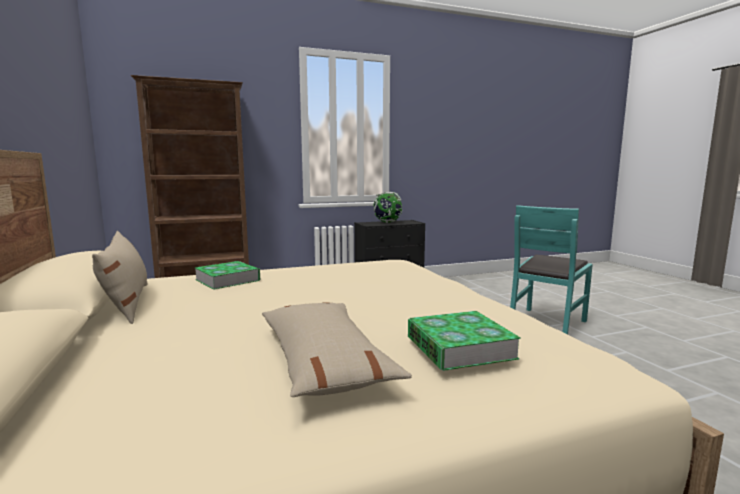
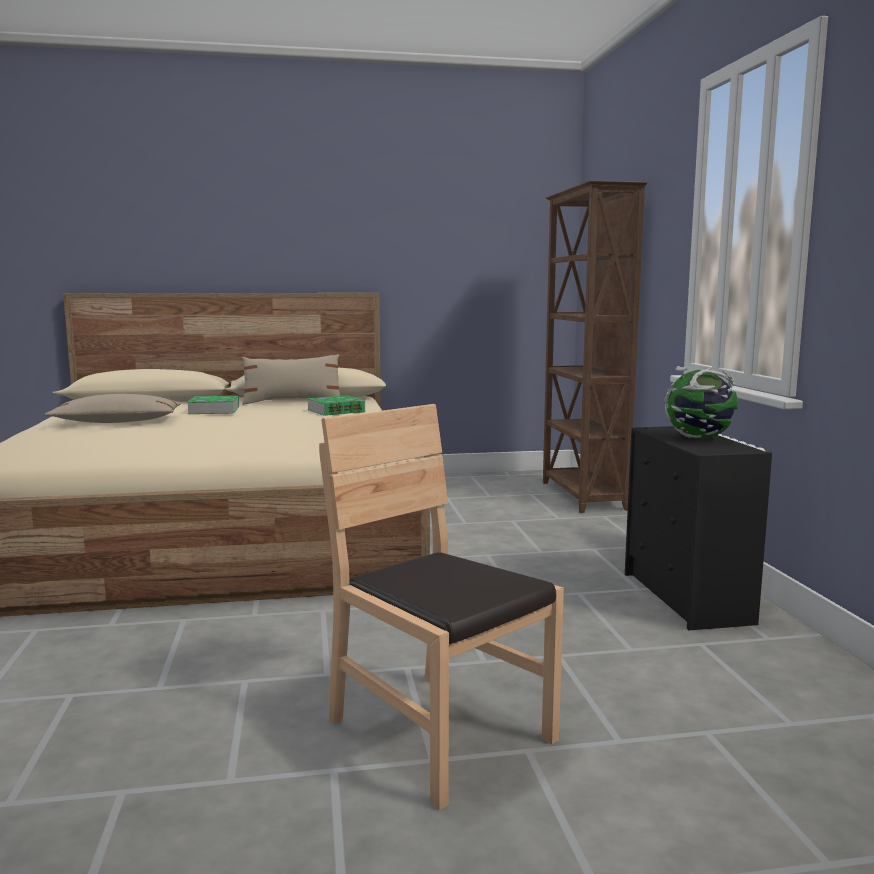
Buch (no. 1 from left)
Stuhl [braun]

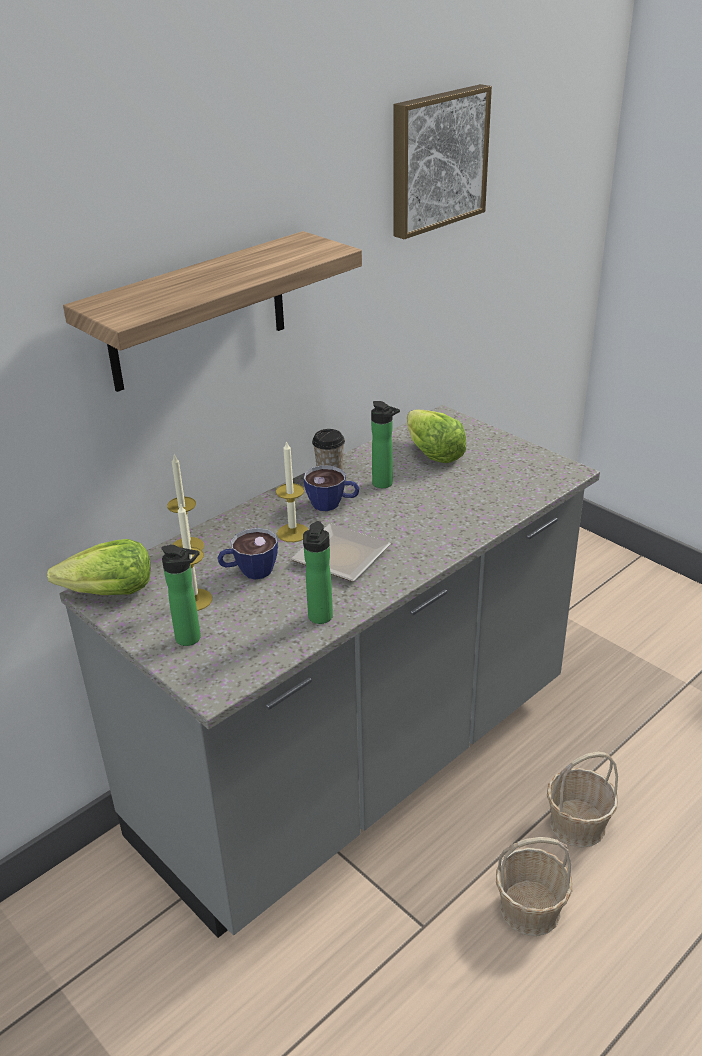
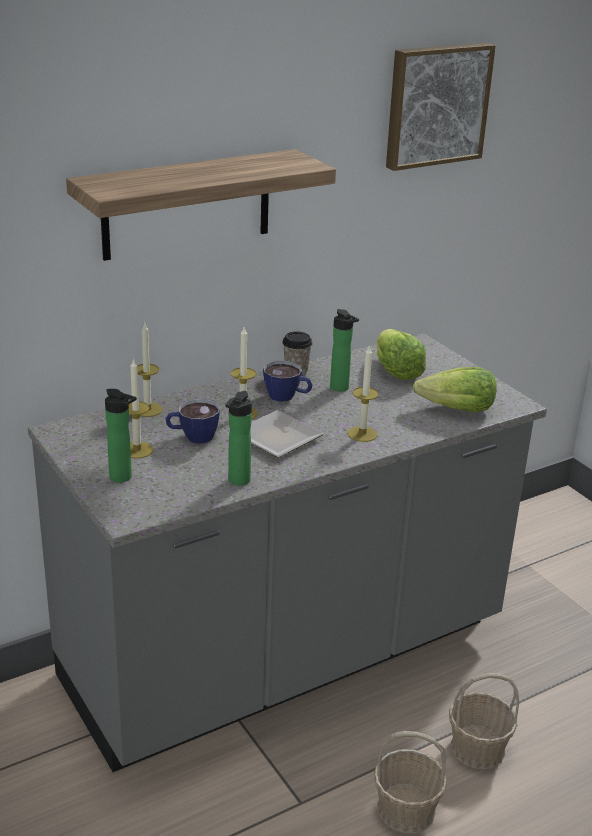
Kerze (no. 4 from left)
Salatkopf (no. 2 from left)

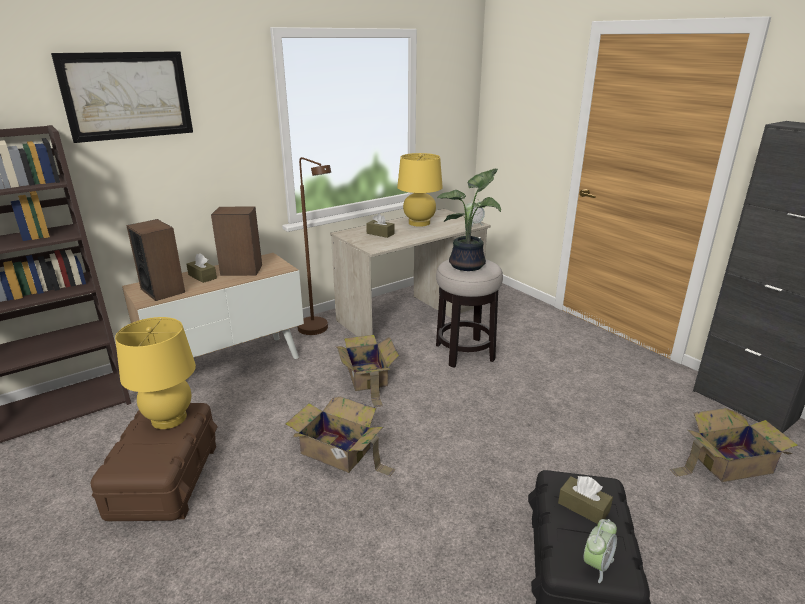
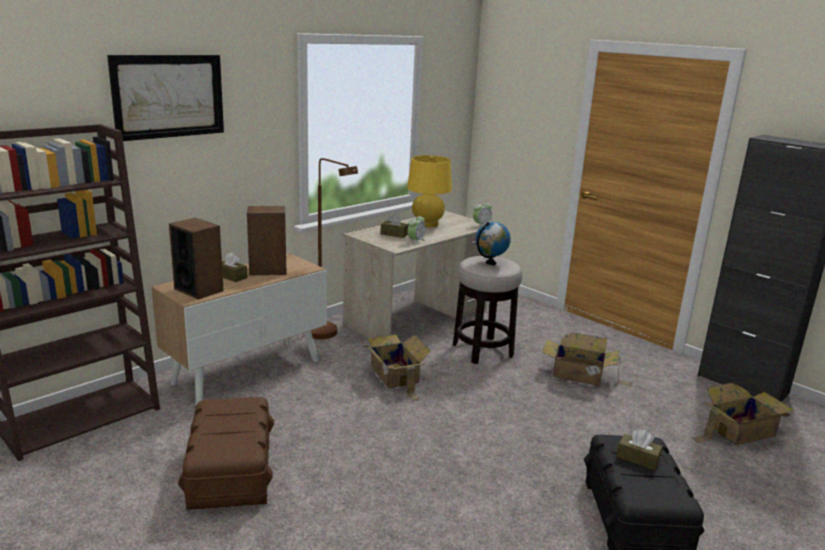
Tischlampe [gelb] (no. 1 from left in the first image)
Karton (no. 2 from left)
Wecker (no. 1 from left)
Globus

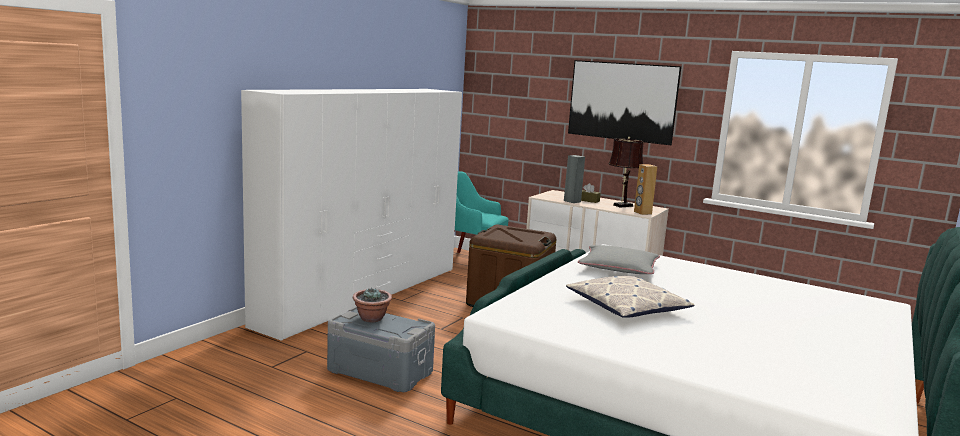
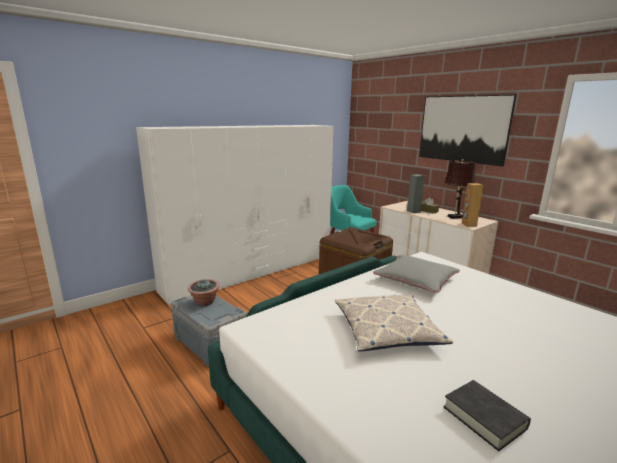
Buch [schwarz]

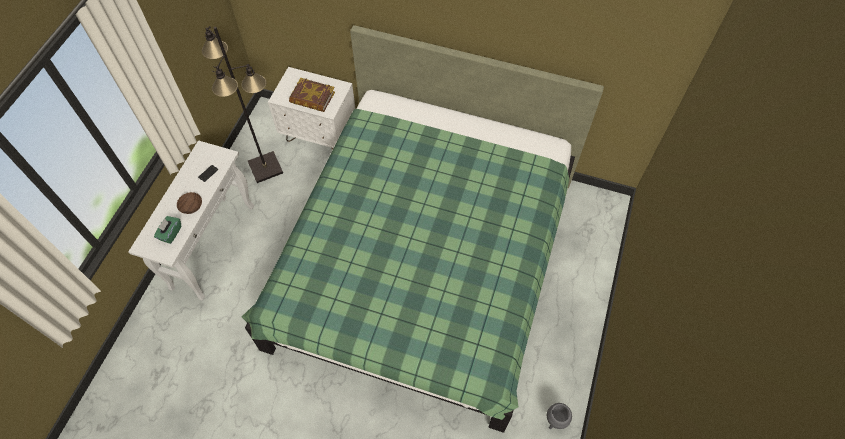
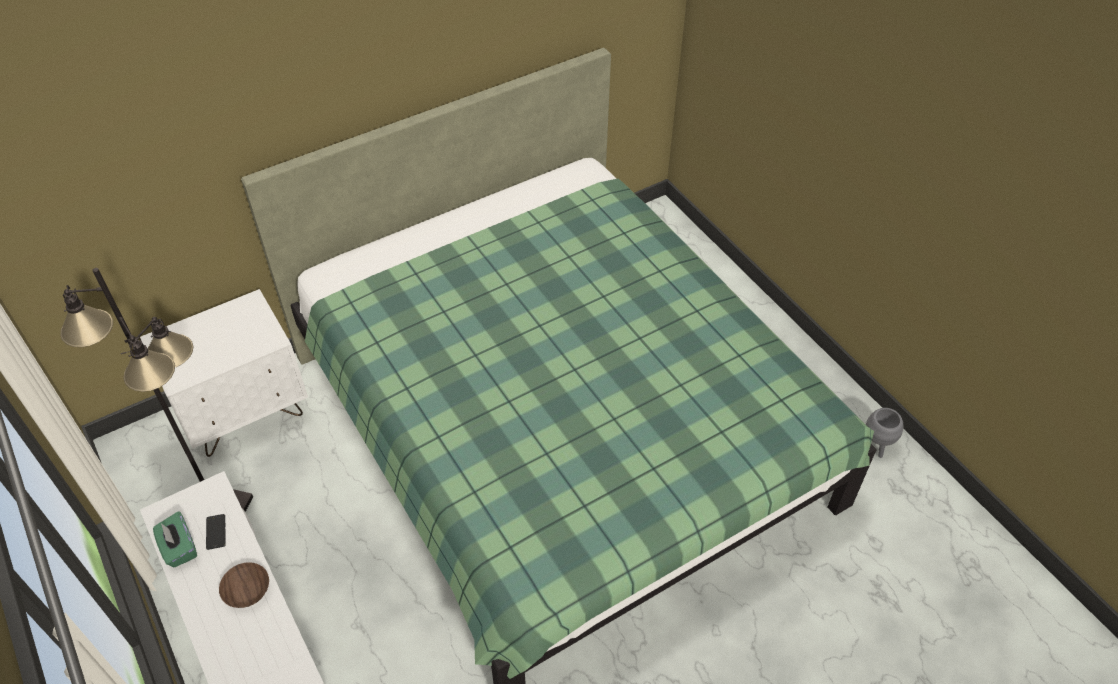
Buch
Taschentuchbox [grün]

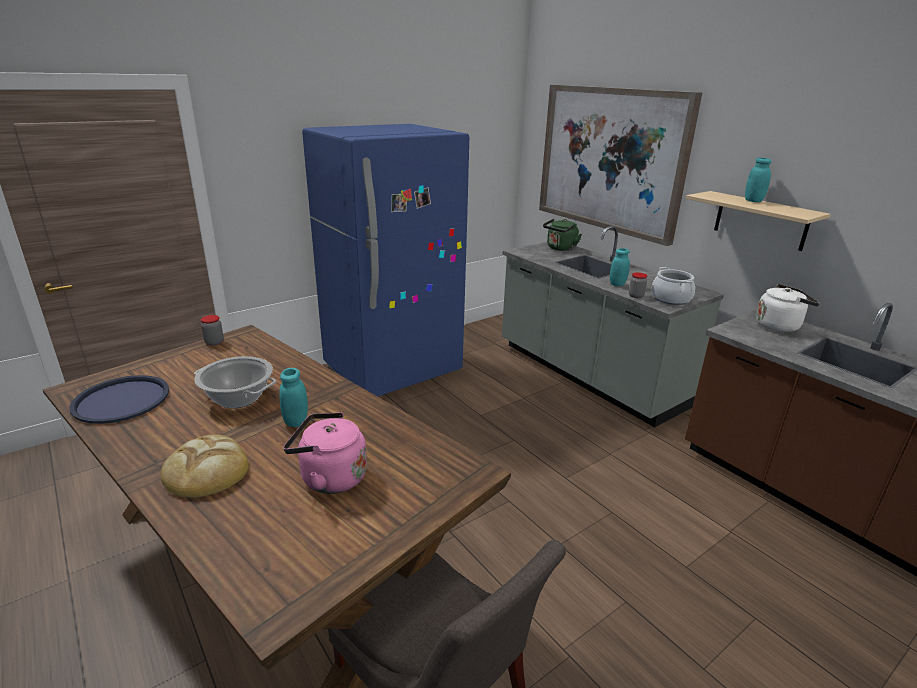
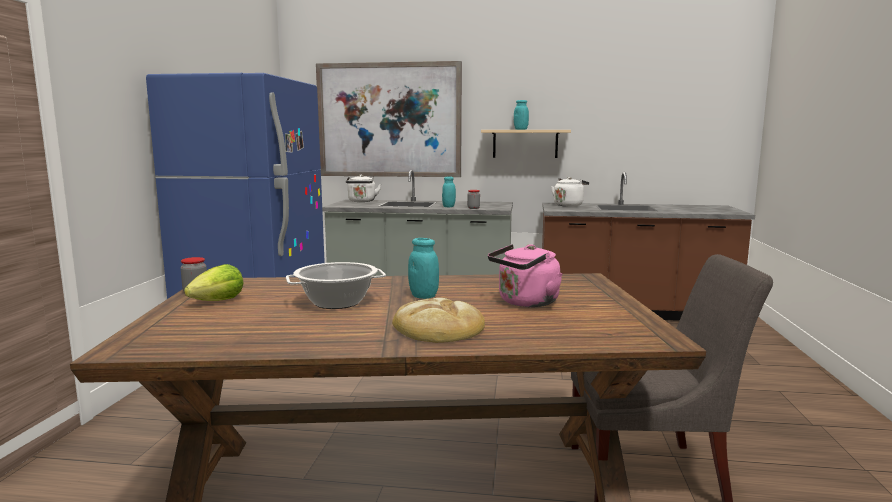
Tablett [blau]
Kochtopf (no. 2 from left in the first image)
Salatkopf
Wasserkessel [weiß] (no. 1 from left)

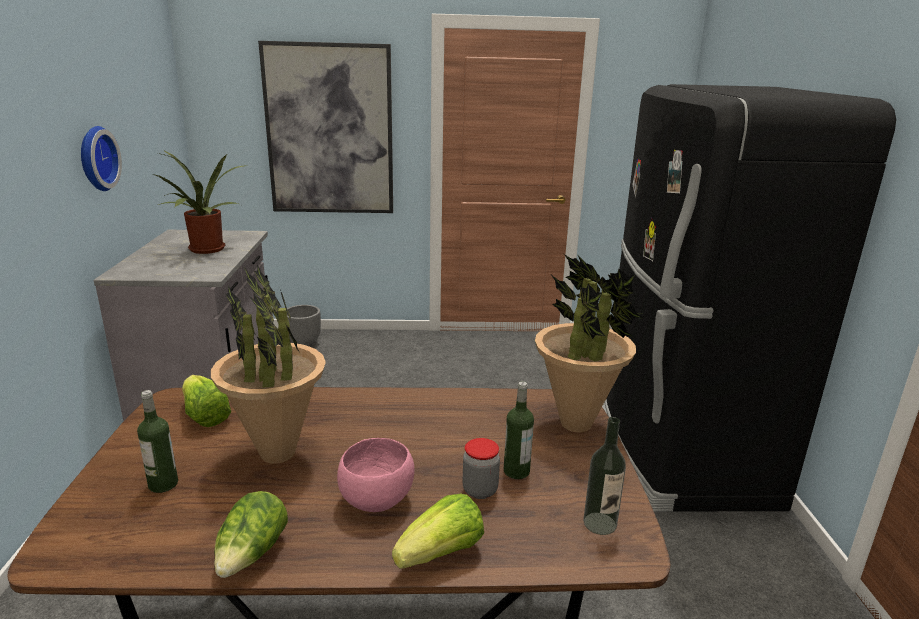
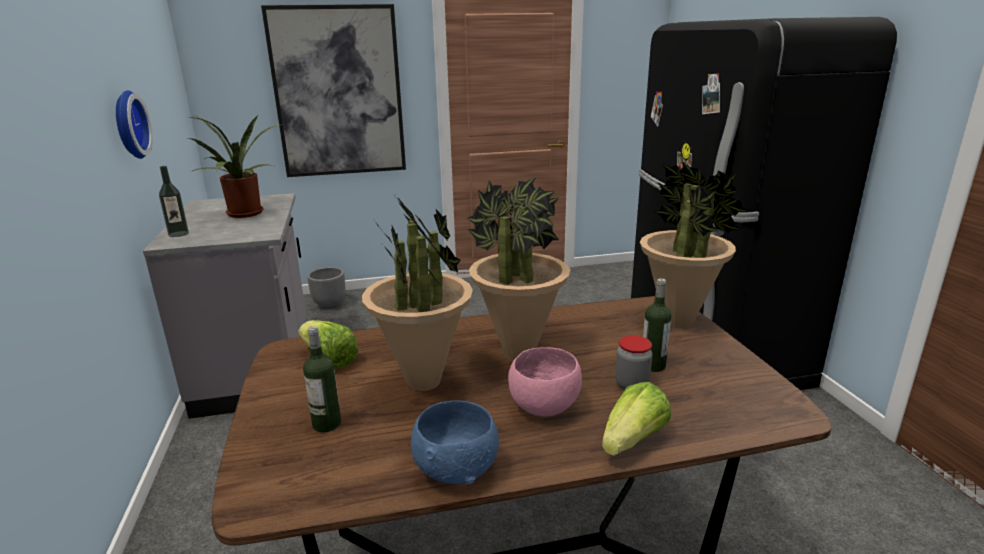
Topfpflanze (no. 3 from left)
Flasche (no. 1 from left)
Schüssel [blau]

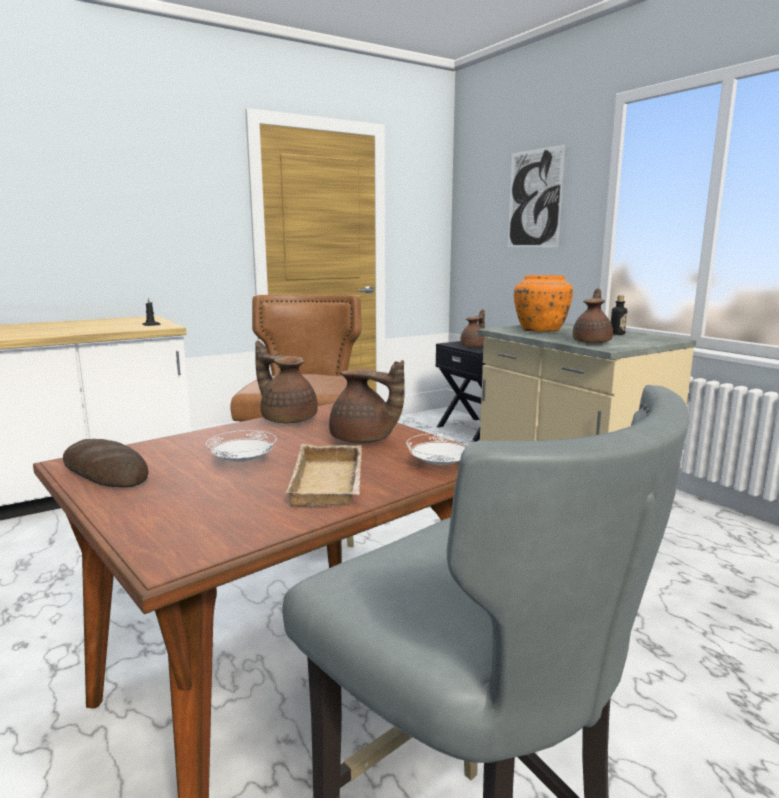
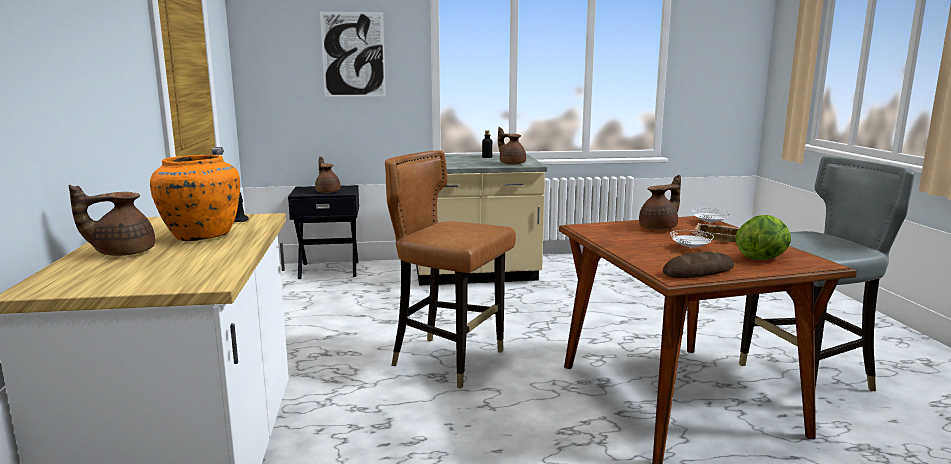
Salatkopf
Teekanne [braun] (no. 1 from left)
Vase [orange]

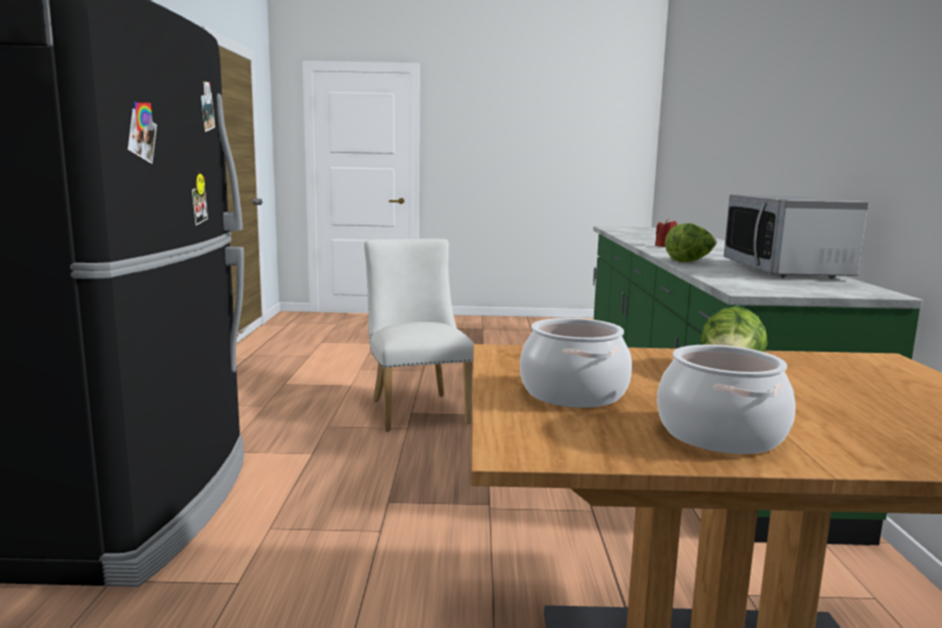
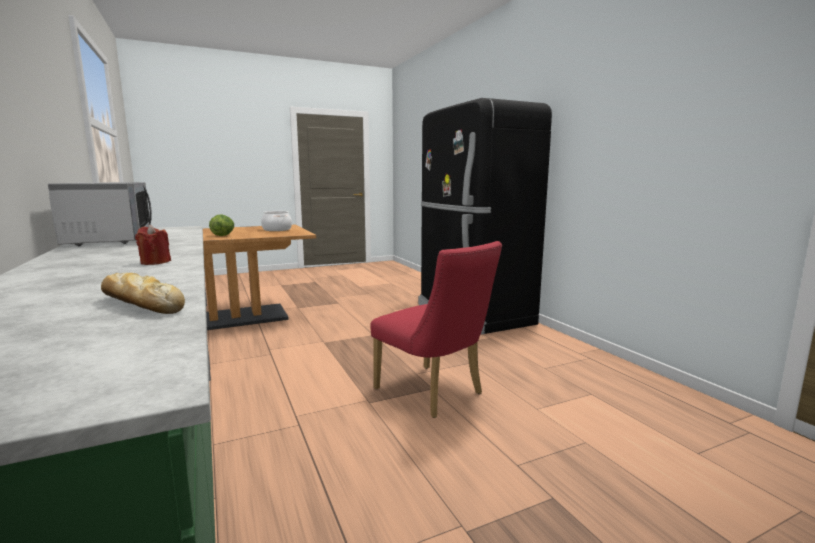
Kochtopf (no. 2 from left in the first image)
Salatkopf (no. 1 from left in the first image)
Brot
Stuhl [rot]

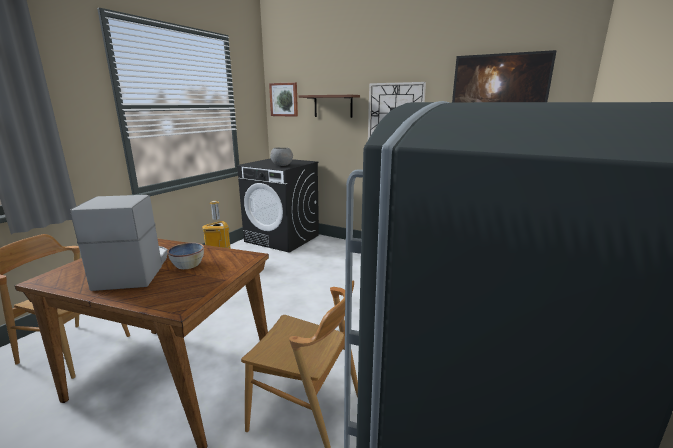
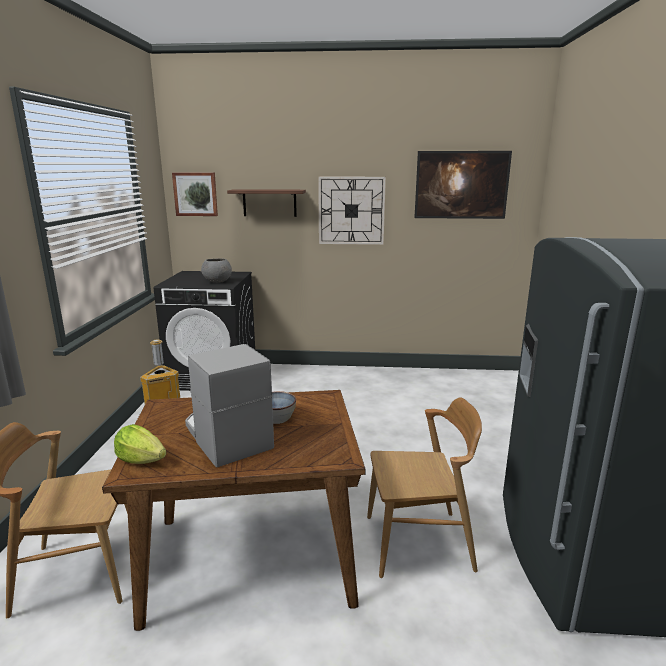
Salatkopf

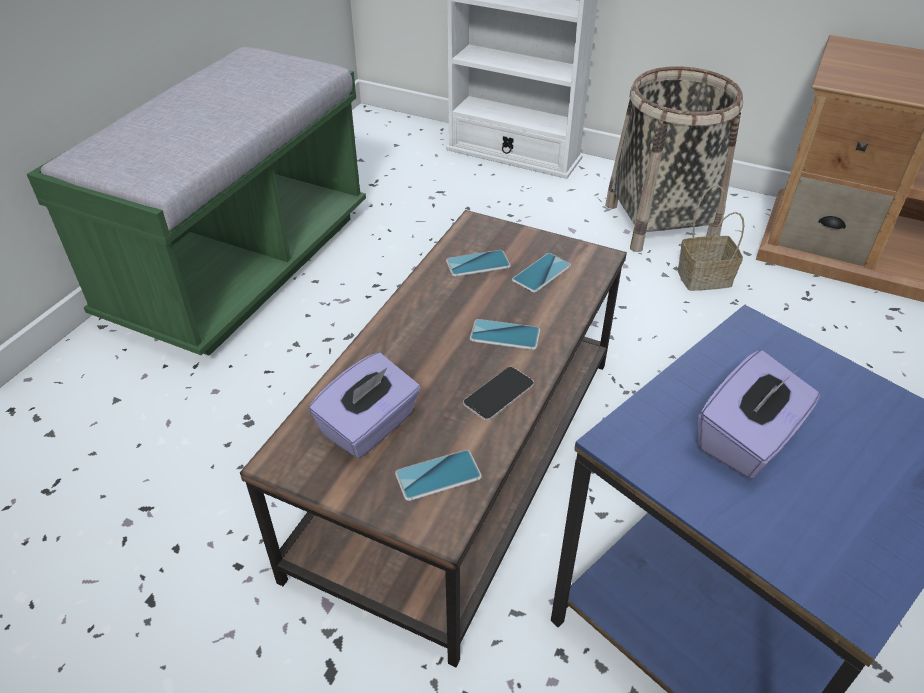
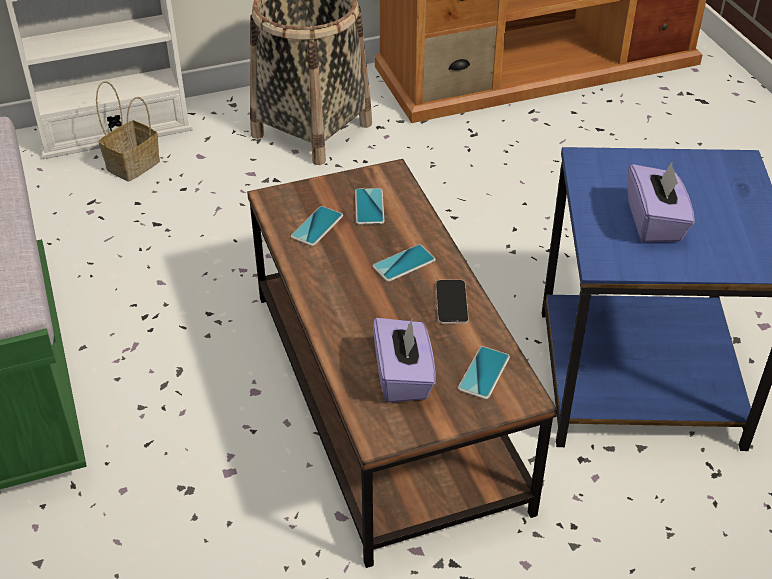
Korb (no. 1 from left)

